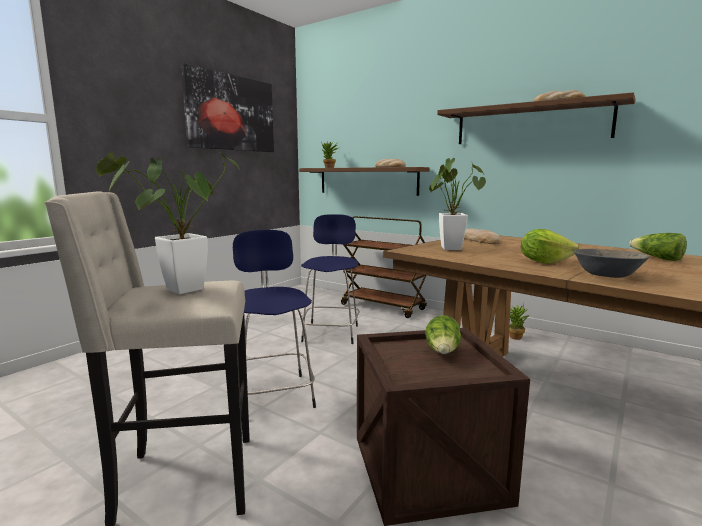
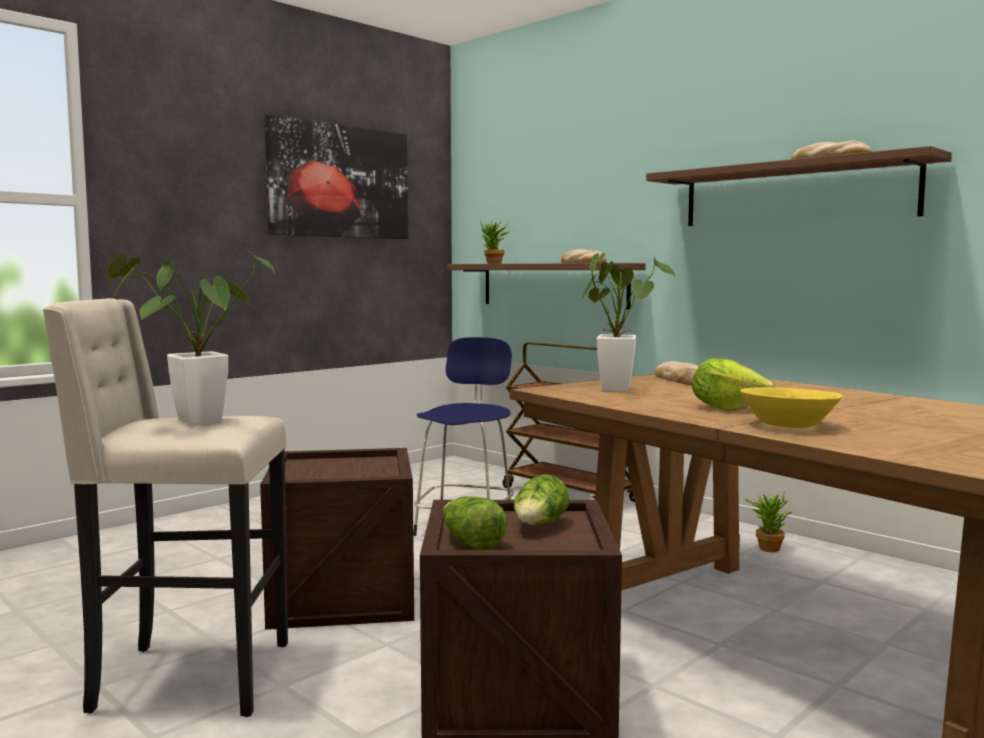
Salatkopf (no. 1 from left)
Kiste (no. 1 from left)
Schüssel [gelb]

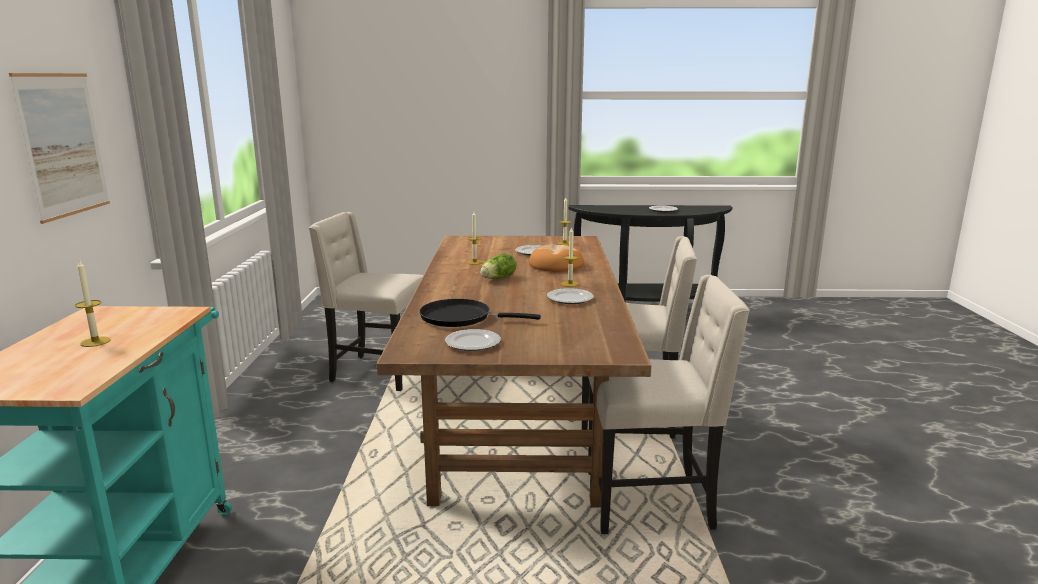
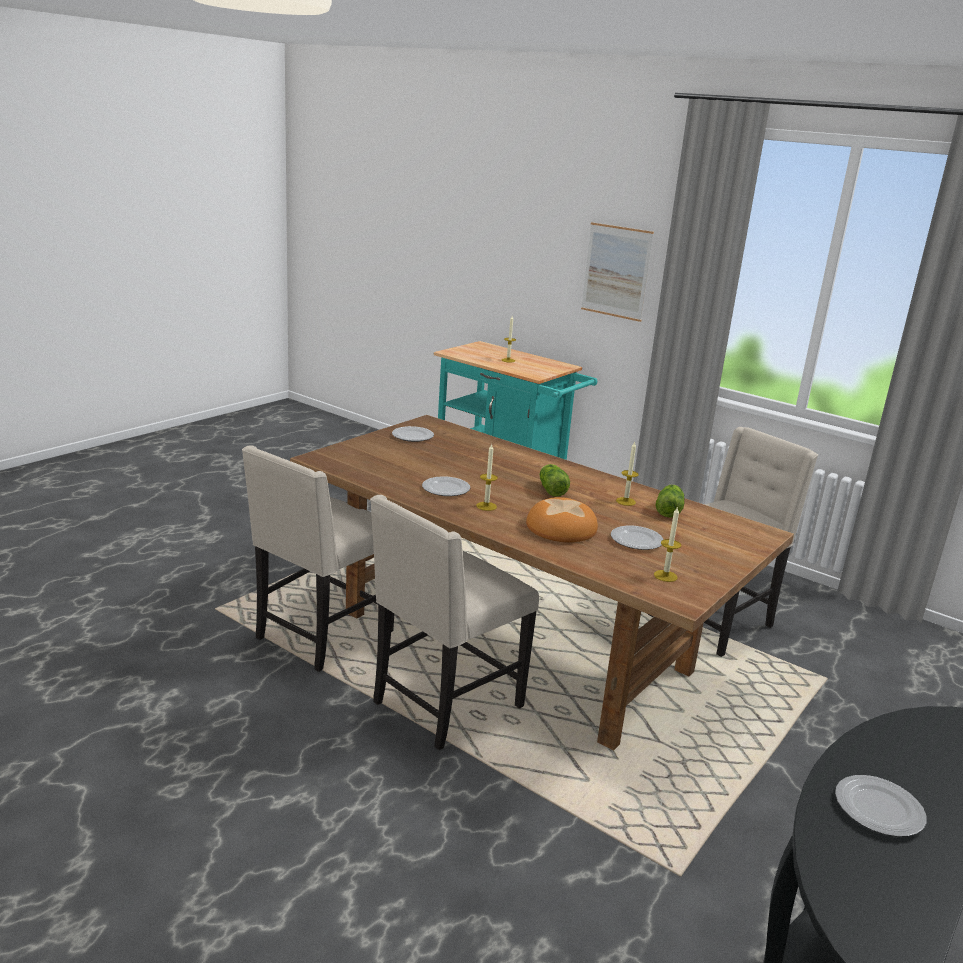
Pfanne [schwarz]
Salatkopf (no. 2 from left)

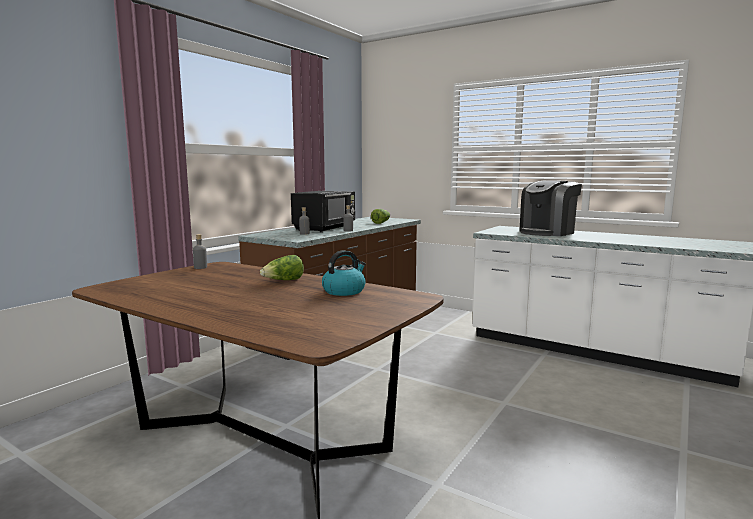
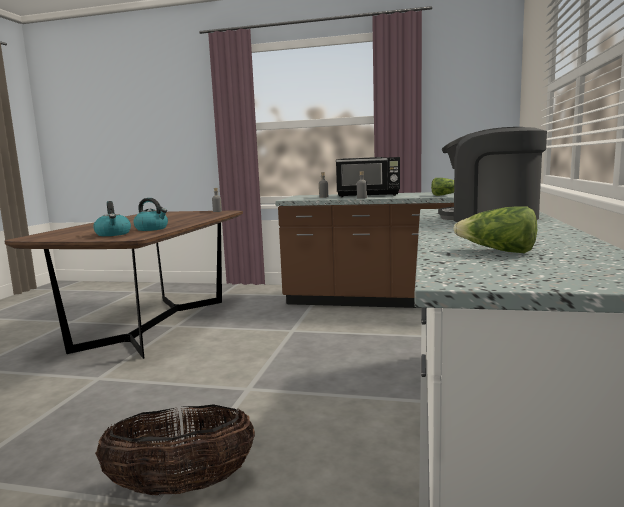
Wasserkessel (no. 1 from left)
Korb
Salatkopf (no. 2 from left)

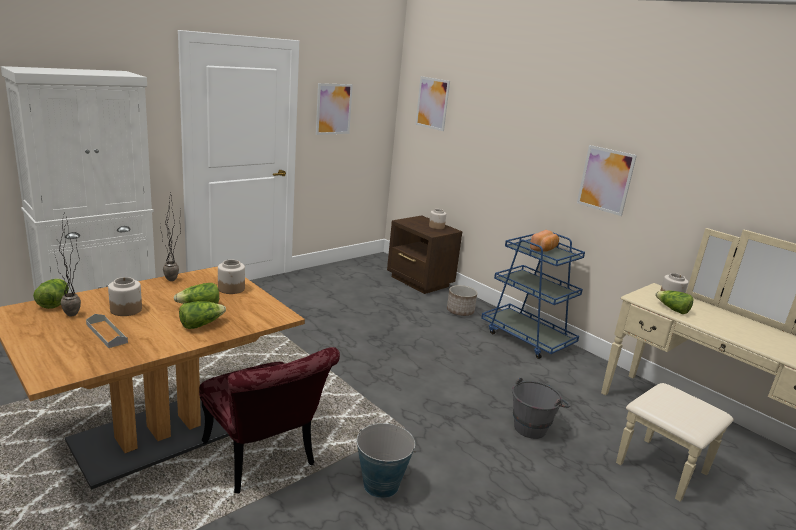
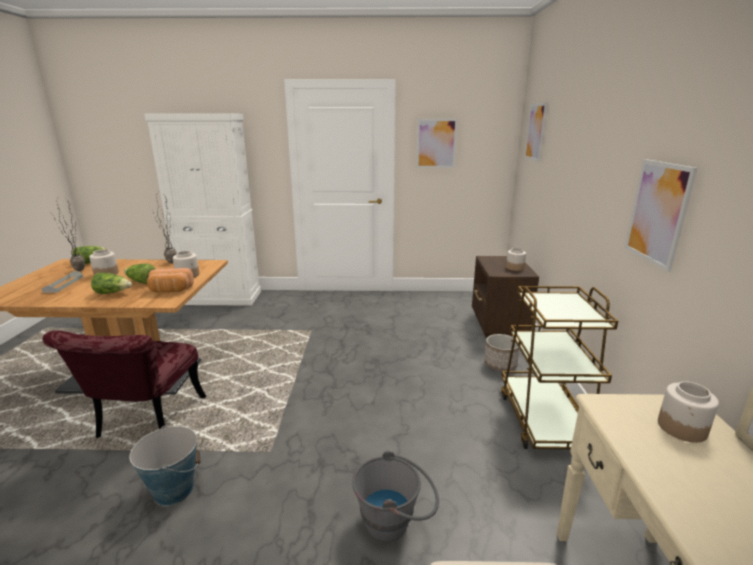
Salatkopf (no. 4 from left in the first image)
Brot
Rollwagen [braun]

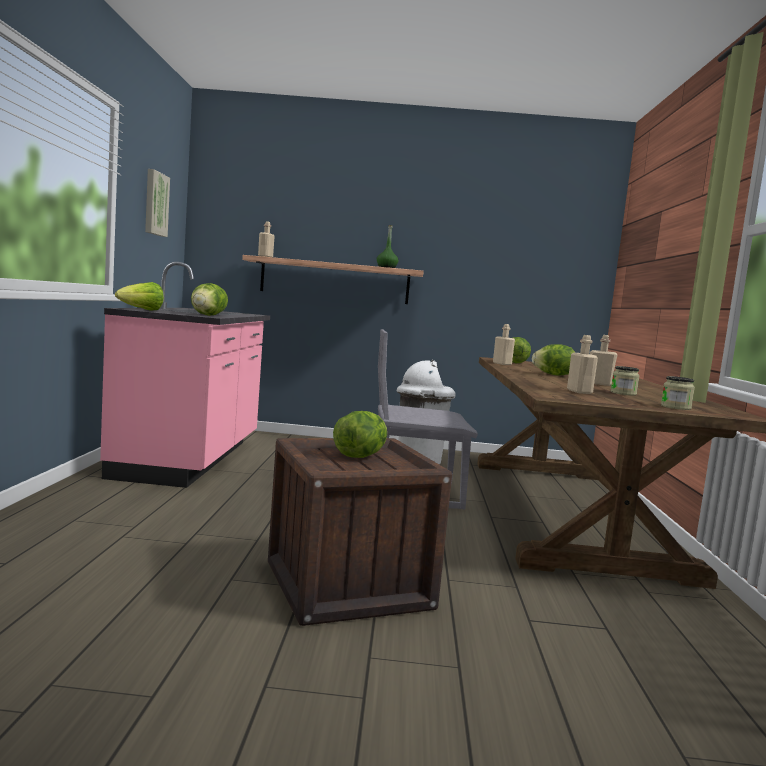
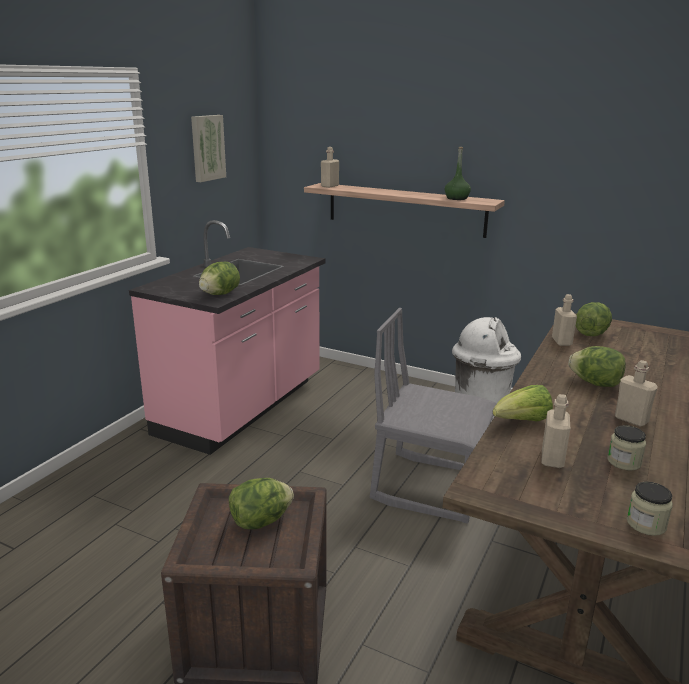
Salatkopf (no. 3 from left)

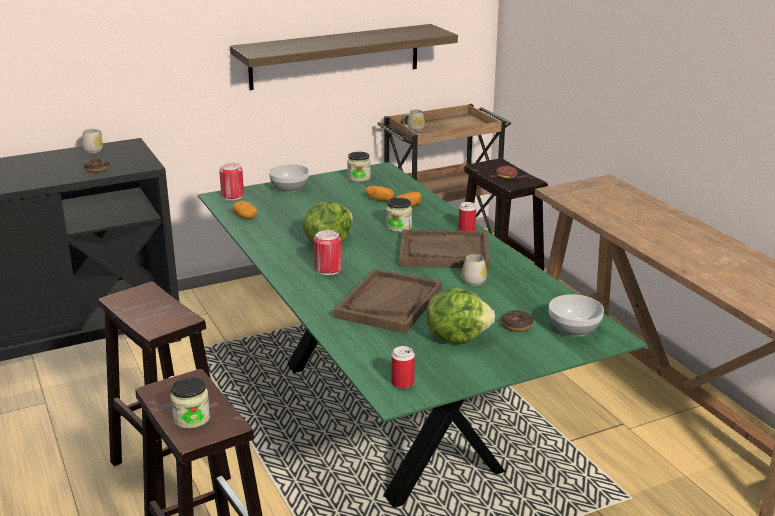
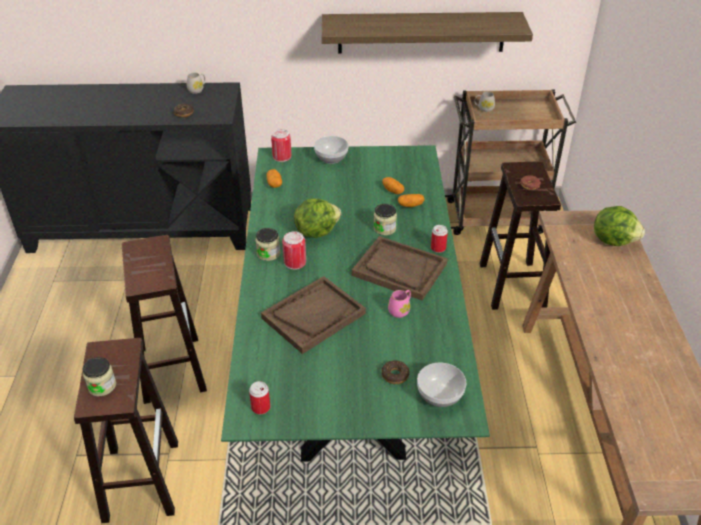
Vorratsglas (no. 2 from left)
Salatkopf (no. 2 from left)
Henkelbecher [rosa]

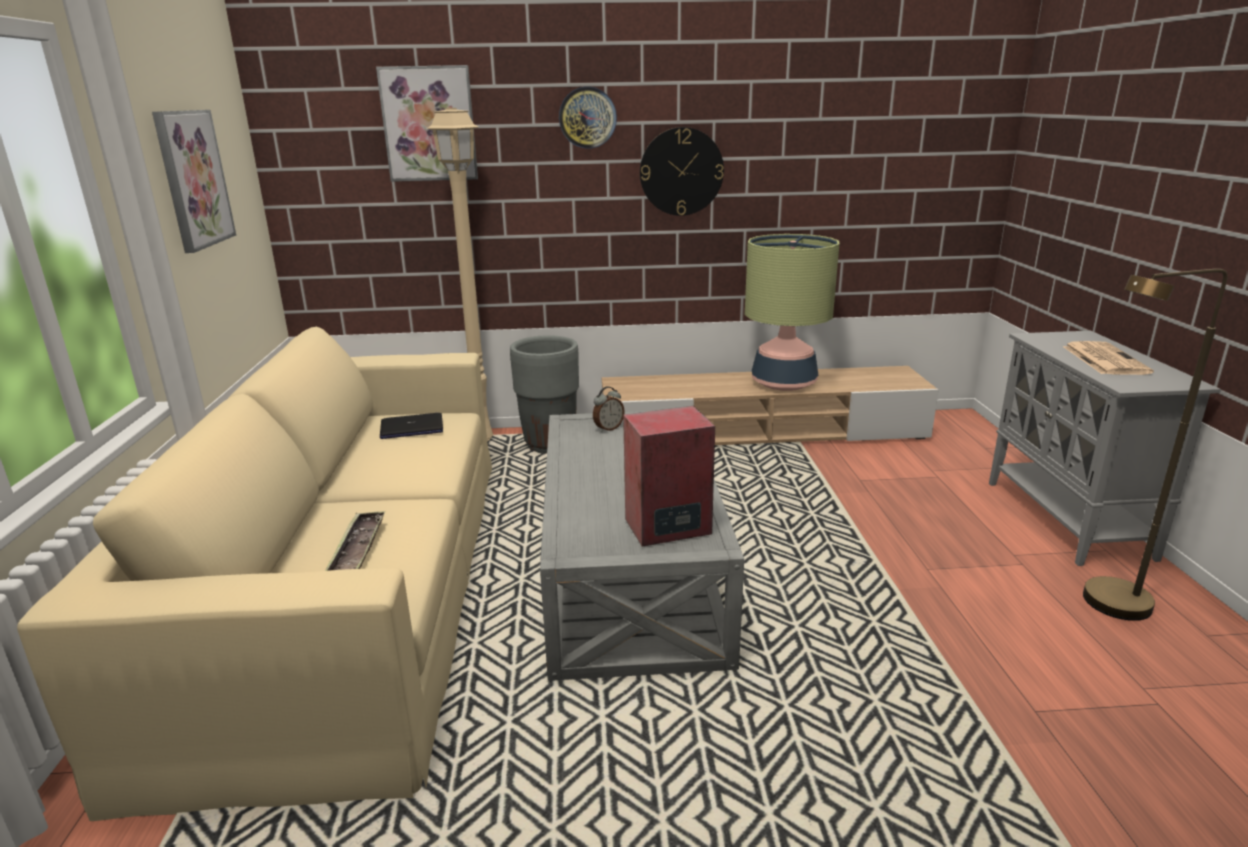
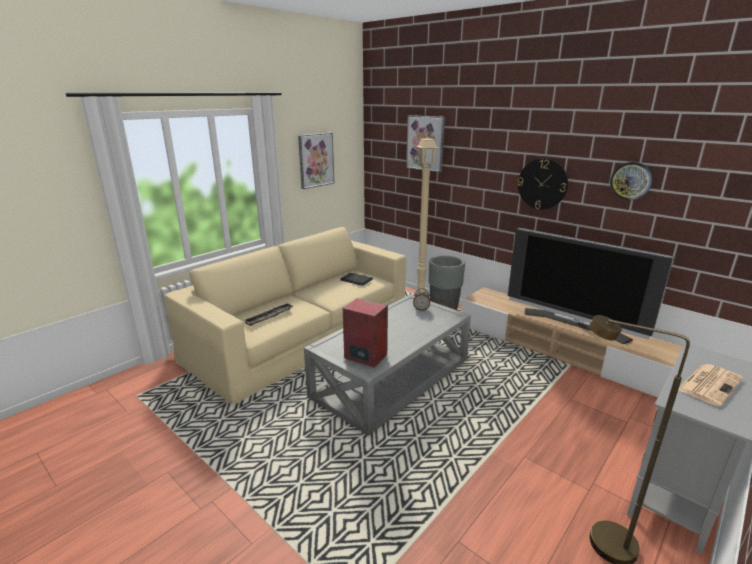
Wanduhr (no. 2 from left)
Fernseher

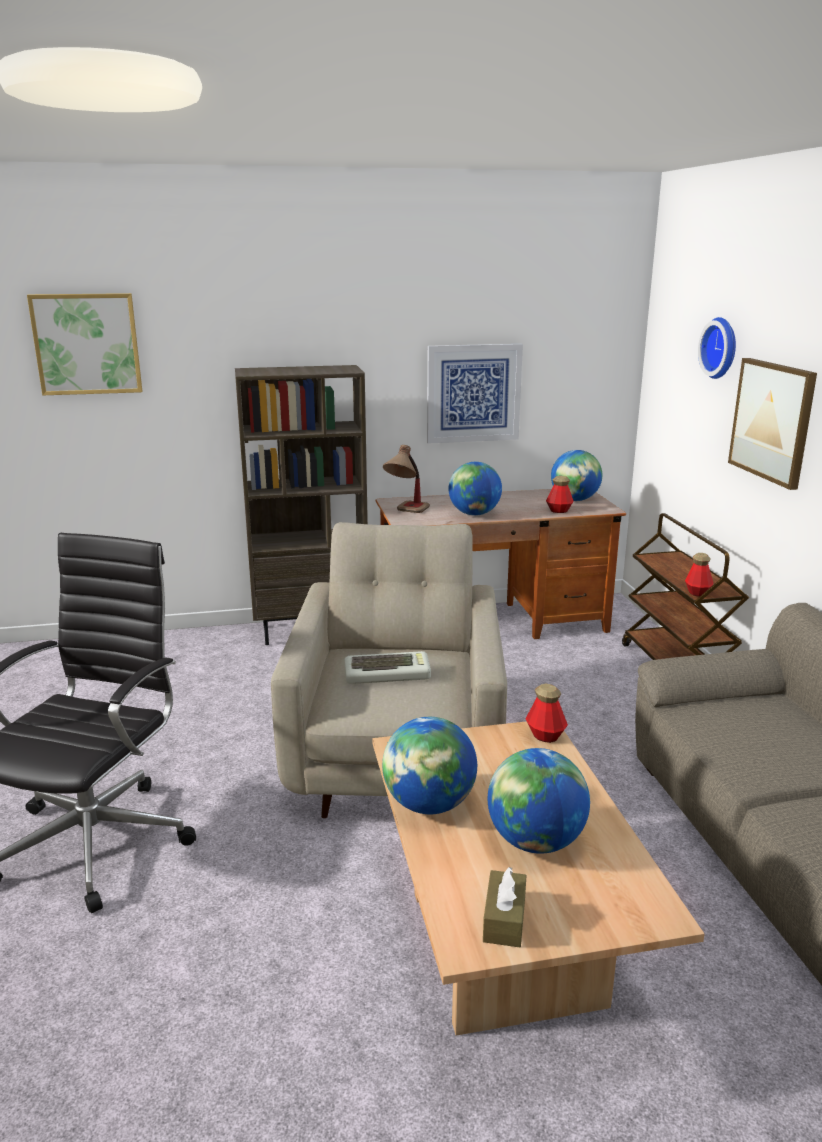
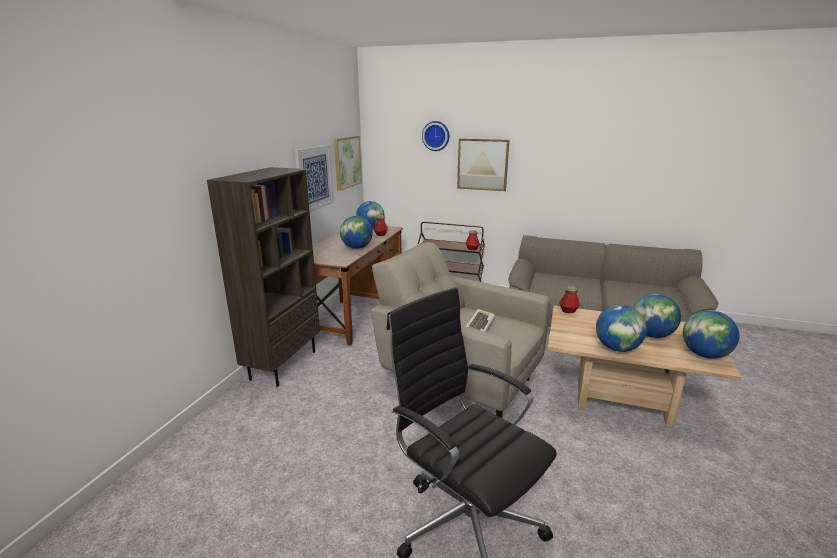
Tischlampe
Bild (no. 2 from left)
Globus (no. 5 from left)

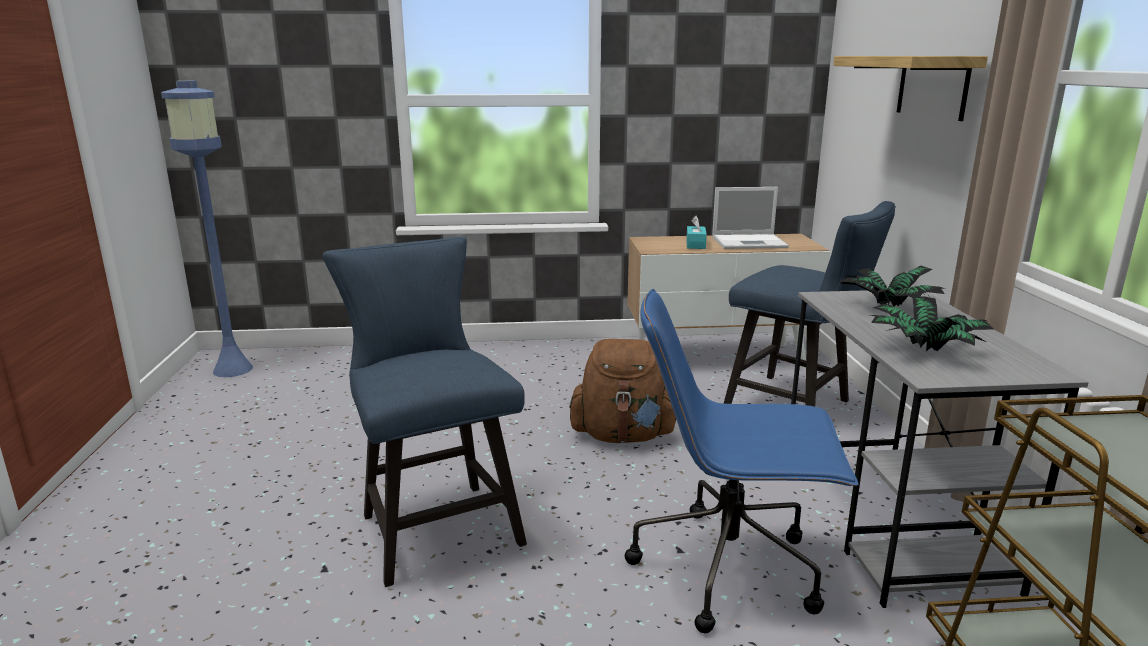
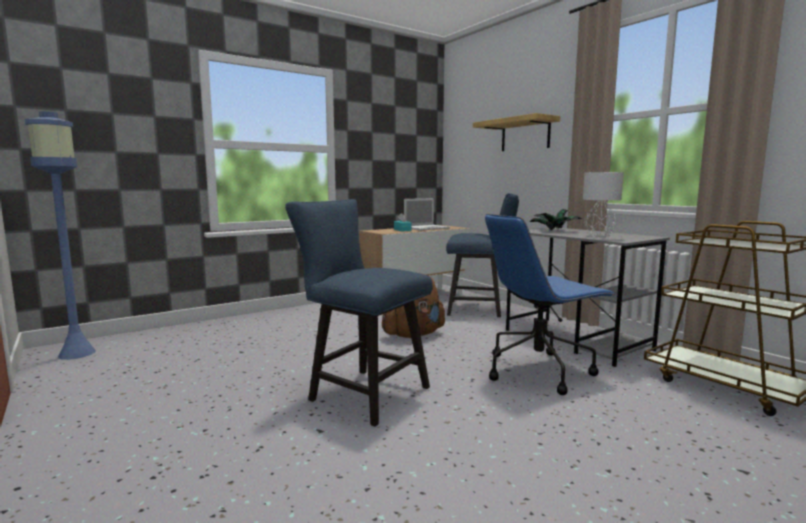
Tischlampe [grau]

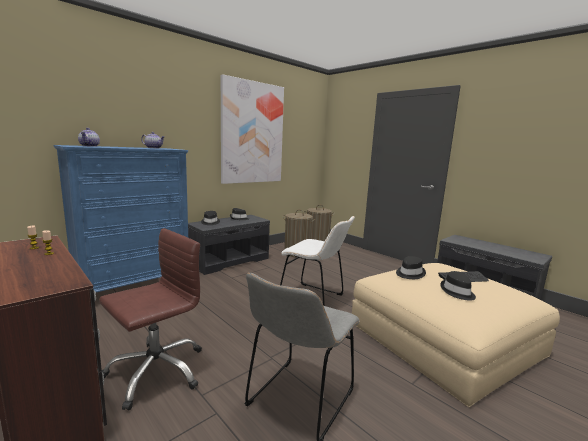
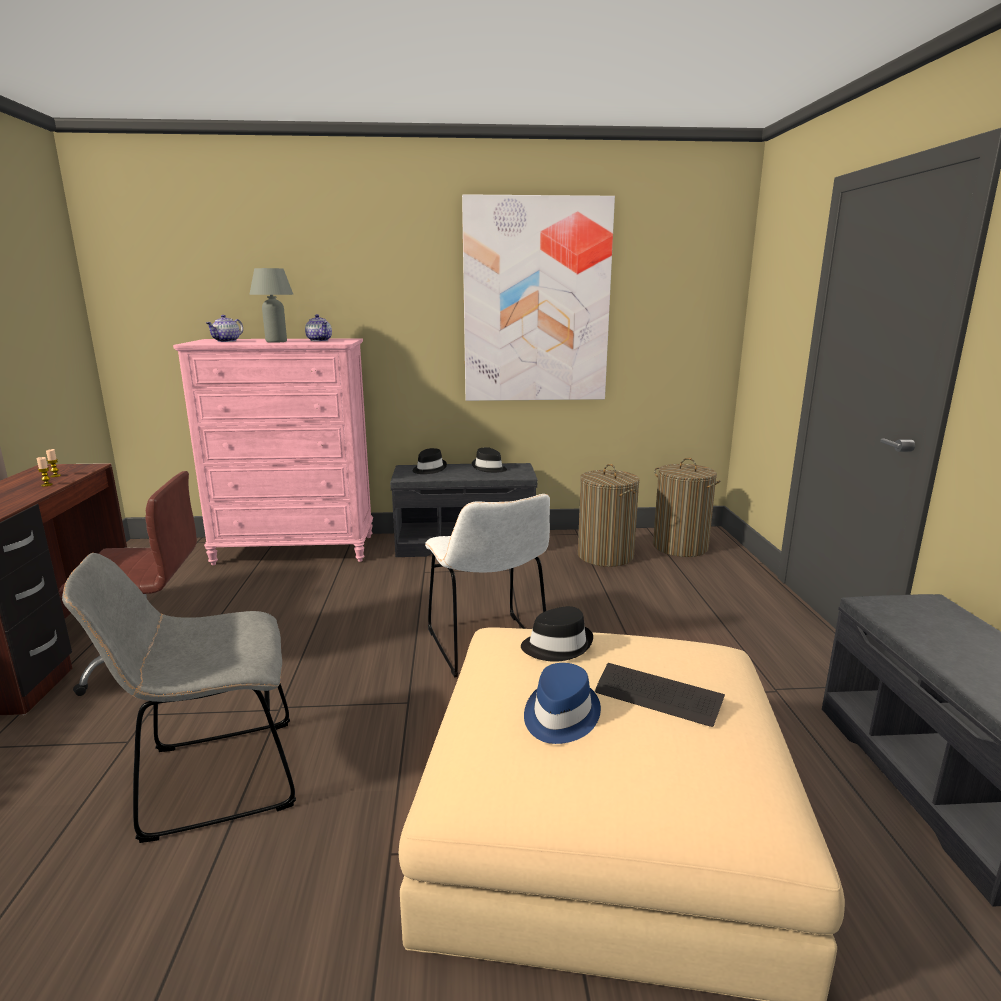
Tischlampe [grau]
Kommode [rosa]
Hut [blau]

